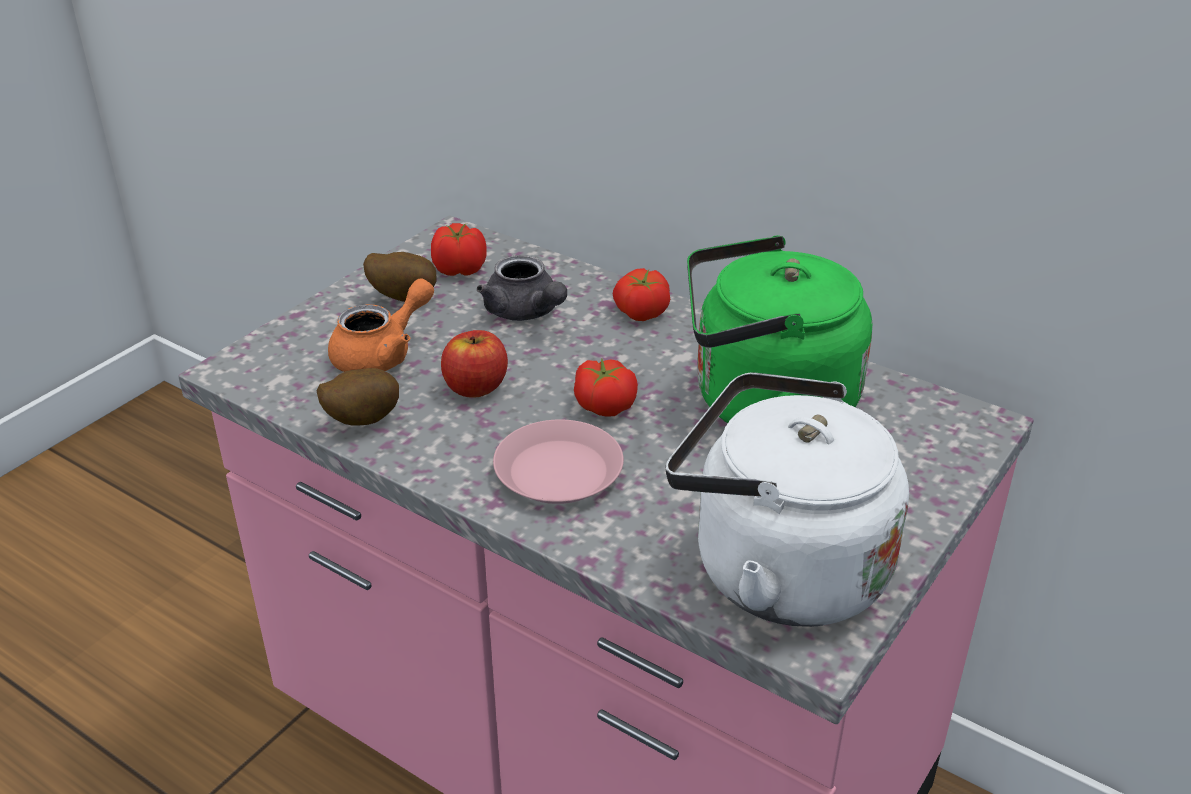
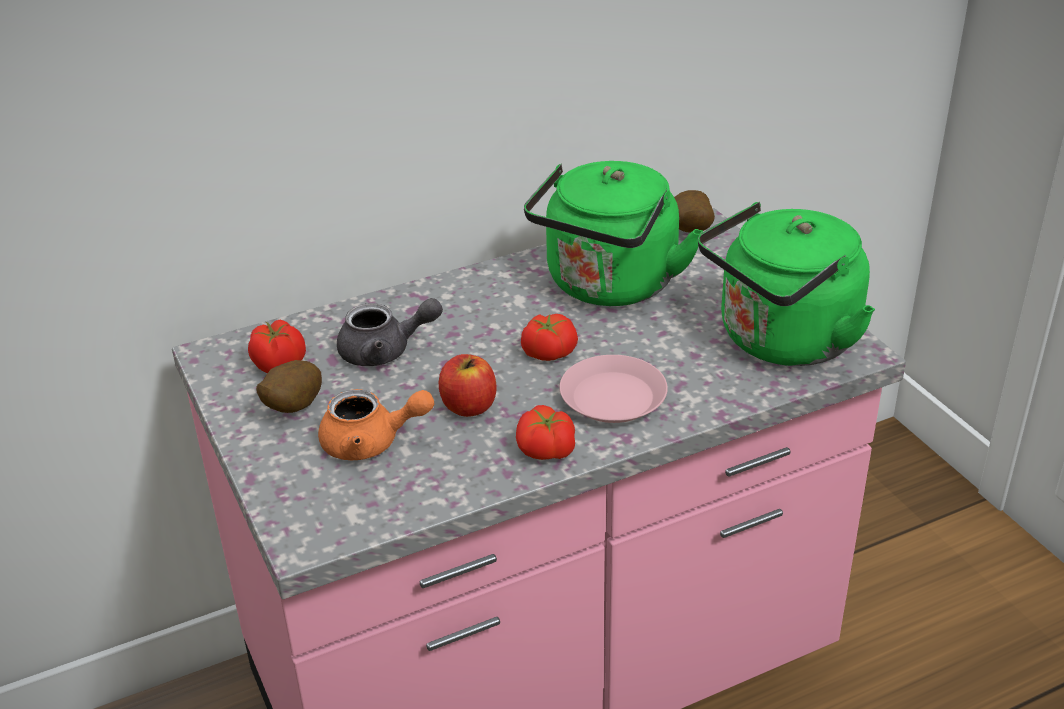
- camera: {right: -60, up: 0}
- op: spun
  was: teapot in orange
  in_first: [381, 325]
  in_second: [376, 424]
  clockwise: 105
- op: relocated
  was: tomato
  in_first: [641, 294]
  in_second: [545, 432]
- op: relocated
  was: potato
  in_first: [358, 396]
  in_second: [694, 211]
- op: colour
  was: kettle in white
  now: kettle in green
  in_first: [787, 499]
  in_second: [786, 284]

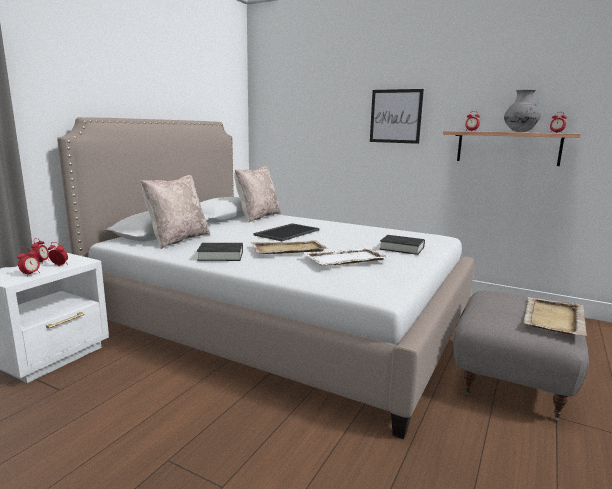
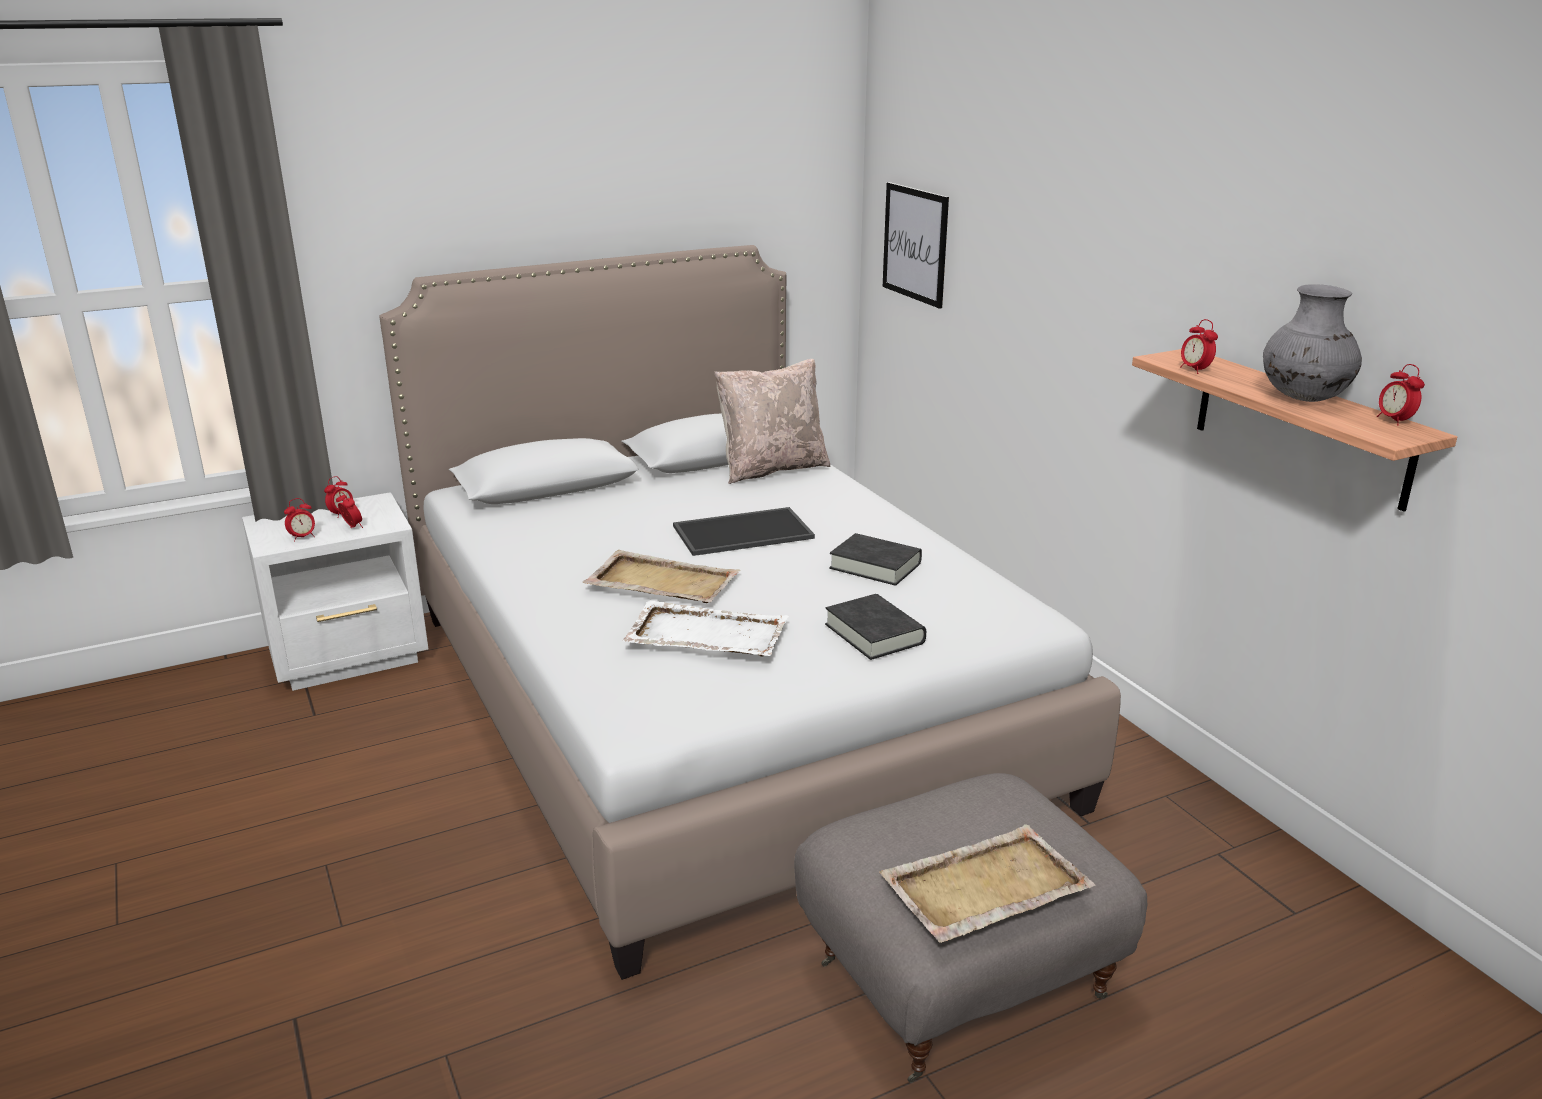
- camera: {right: 35, up: 10}
- op: relocated
  was: book in black
  in_first: [220, 252]
  in_second: [875, 559]
- op: relocated
  was: picture
  in_first: [397, 116]
  in_second: [916, 245]
- op: missing
  was: pillow in beige
  in_first: [175, 212]

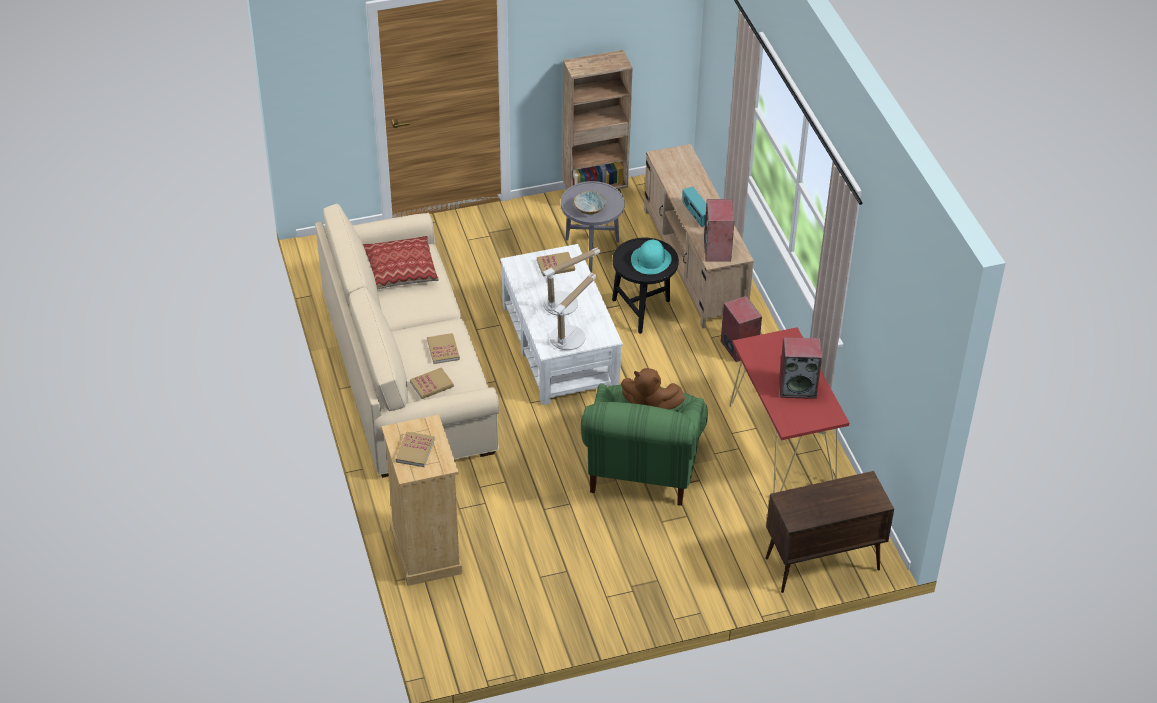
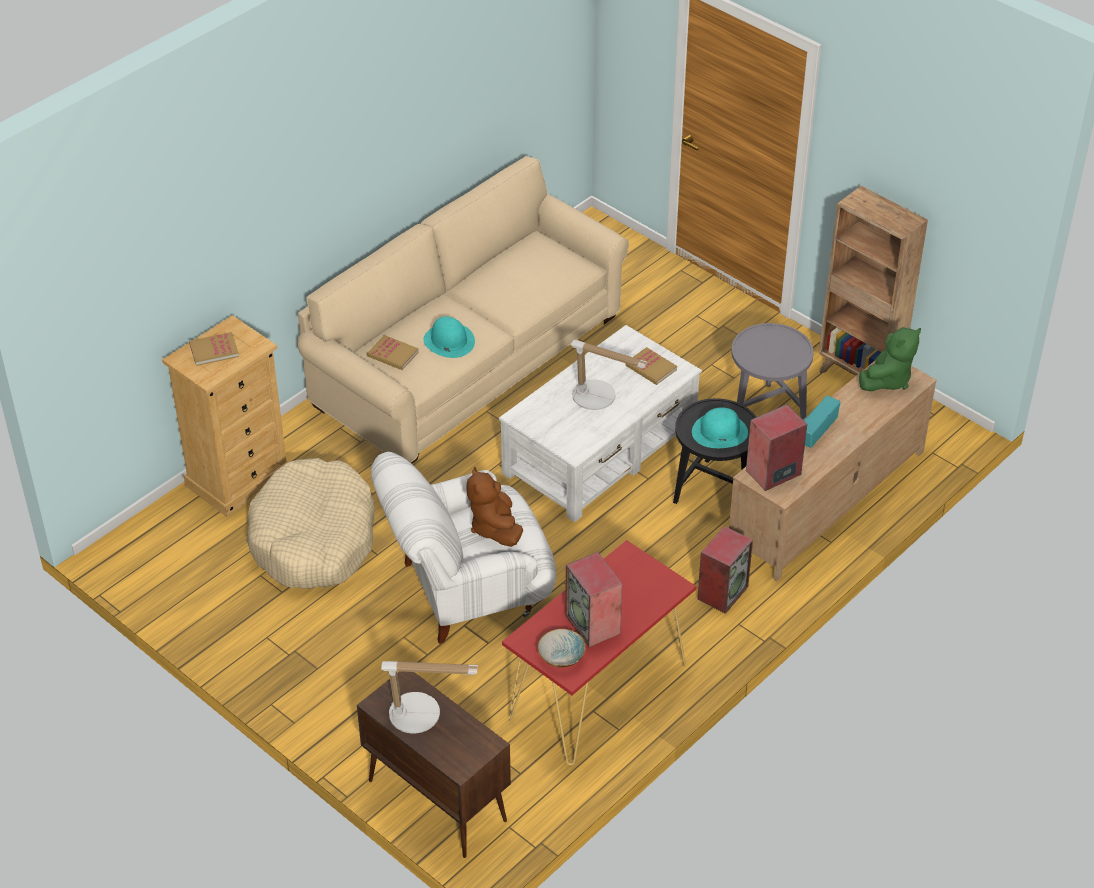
- camera: {right: 60, up: 0}
- op: appeared
  now: dog bed in beige
  in_second: [310, 523]
- op: colour
  was: armchair in green
  now: armchair in white
  in_first: [644, 444]
  in_second: [463, 548]
- op: relocated
  was: table lamp
  in_first: [573, 311]
  in_second: [429, 697]
- op: exchanged
  was: book
  now: hat in turquoise
  in_first: [443, 348]
  in_second: [449, 337]
- op: relocated
  was: bowl
  in_first: [590, 203]
  in_second: [561, 648]
- op: appeared
  now: plush toy in green
  in_second: [890, 359]
- op: missing
  was: pillow
  in_first: [401, 262]

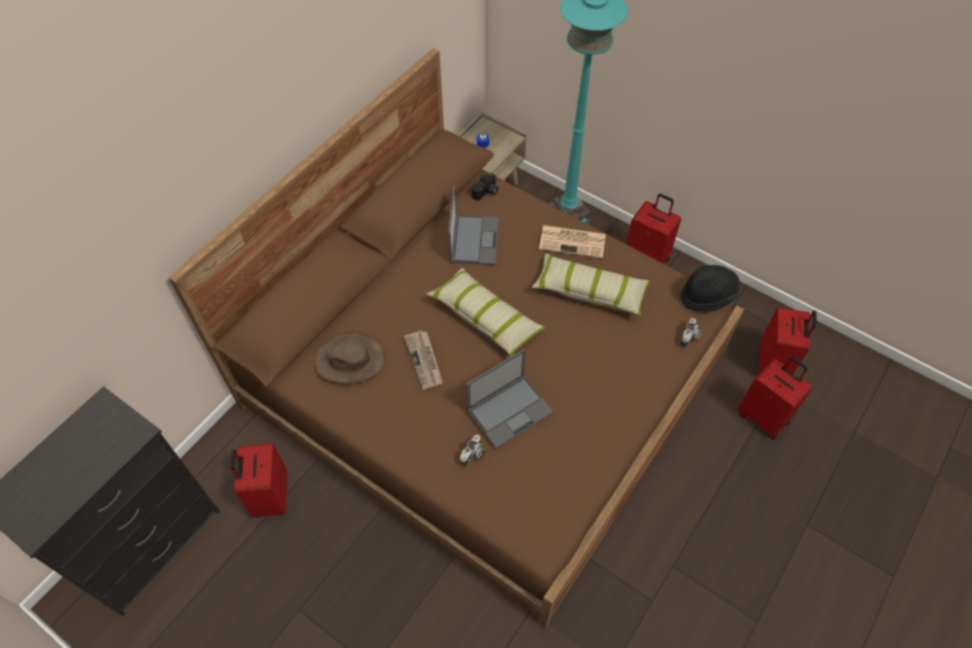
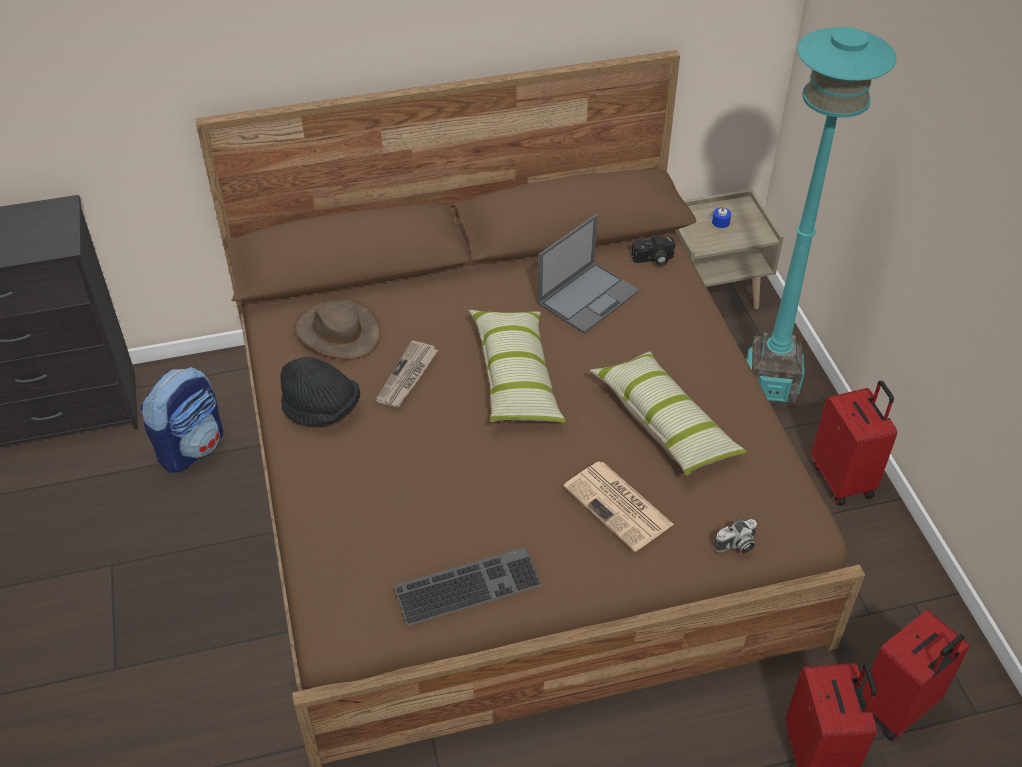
- camera: {right: 40, up: -10}
- op: exchanged
  was: suitcase in red
  now: backpack
  in_first: [259, 480]
  in_second: [182, 420]
- op: relocated
  was: hat in black
  in_first: [710, 288]
  in_second: [320, 391]
- op: appeared
  now: keyboard
  in_second: [468, 586]
- op: relocated
  was: newspaper
  in_first: [572, 241]
  in_second: [618, 507]
- op: missing
  was: photo camera
  in_first: [472, 451]
- op: missing
  was: laptop
  in_first: [509, 399]

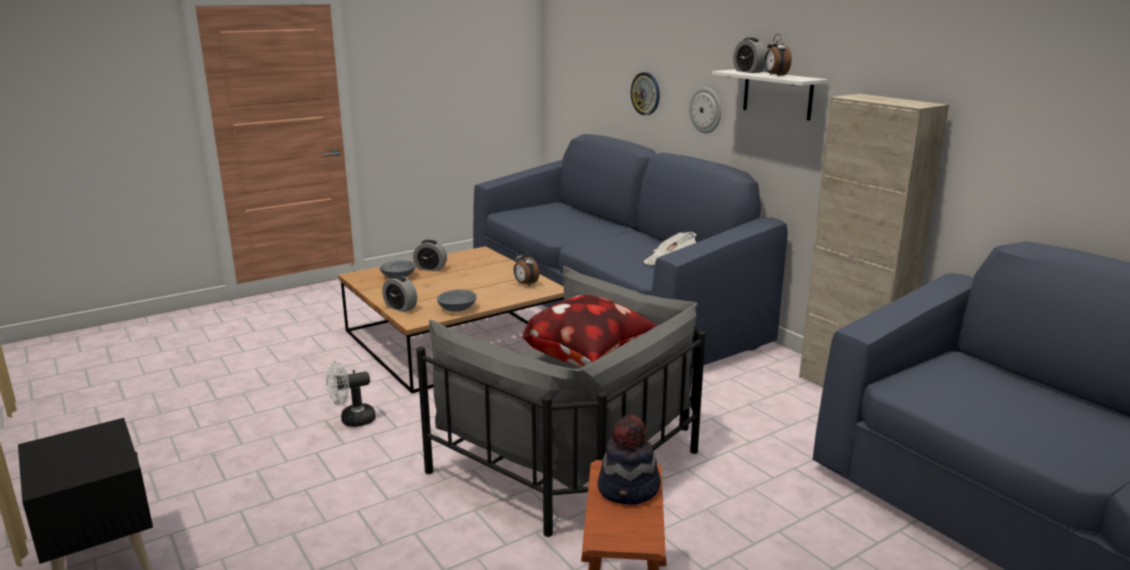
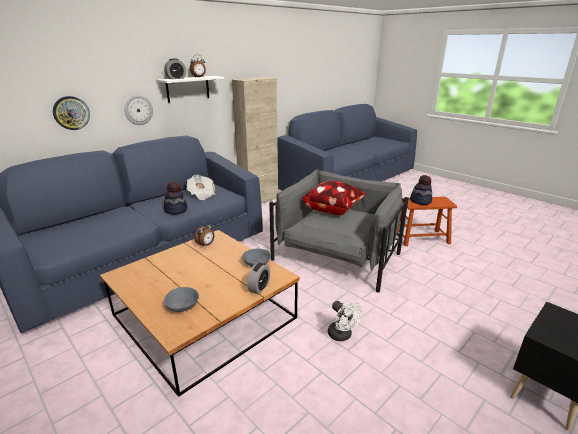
- camera: {right: -100, up: 5}
- op: appeared
  now: hat
  in_second: [175, 198]
- op: missing
  was: alarm clock
  in_first: [430, 255]

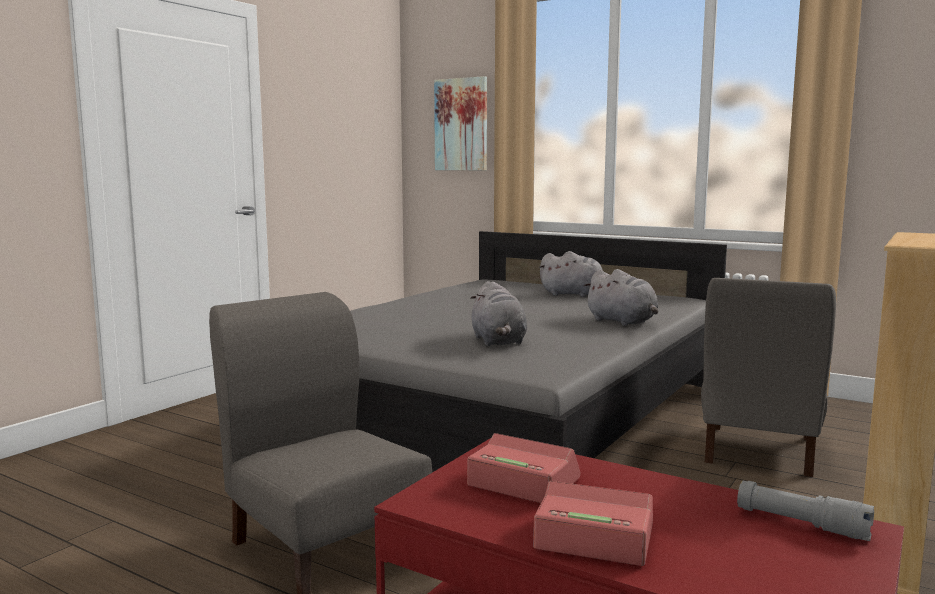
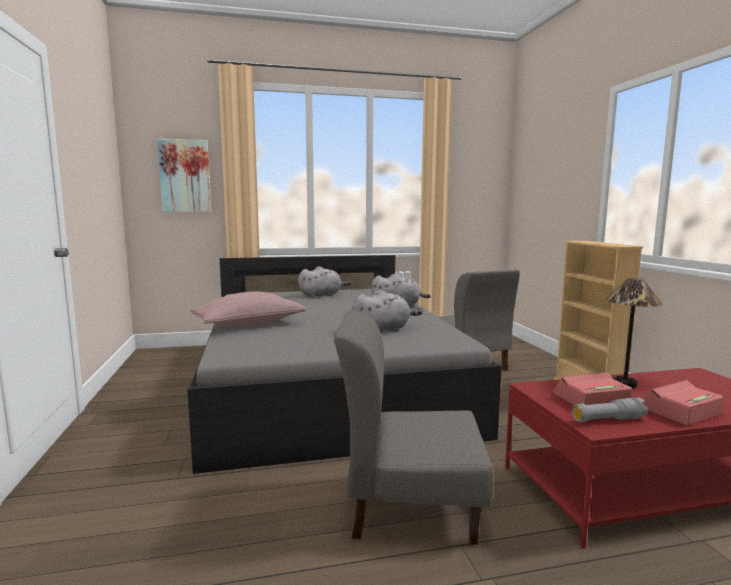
- camera: {right: -45, up: 0}
- op: appeared
  now: pillow in pink
  in_second: [248, 309]
- op: spun
  was: plush toy in grey
  in_first: [498, 313]
  in_second: [387, 310]
  clockwise: -60
- op: relocated
  was: flashlight in grey
  in_first: [805, 511]
  in_second: [610, 409]
- op: appeared
  now: table lamp
  in_second: [634, 333]

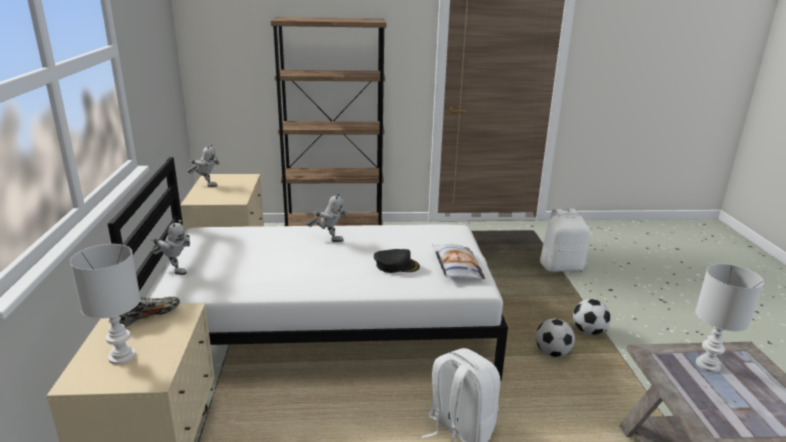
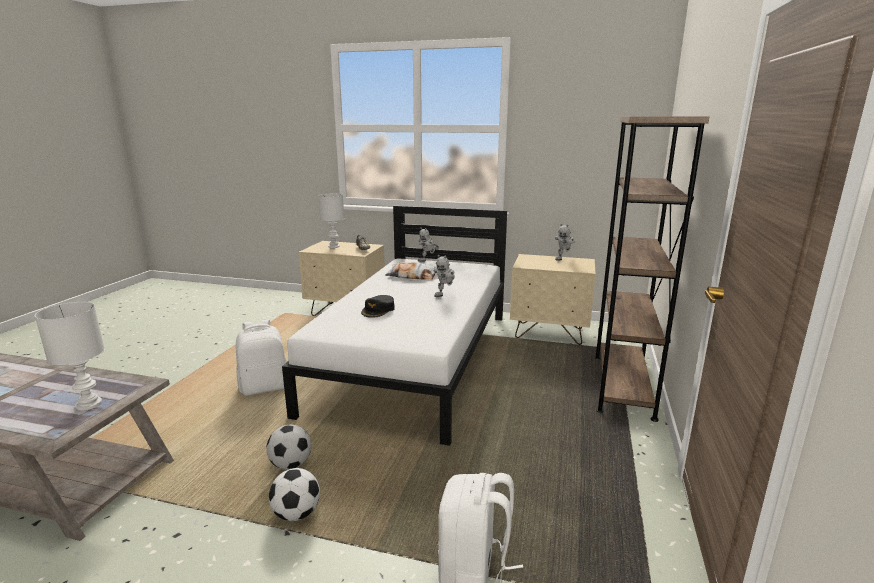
- camera: {right: 110, up: -5}
- op: relocated
  was: pillow
  in_first: [458, 261]
  in_second: [410, 271]

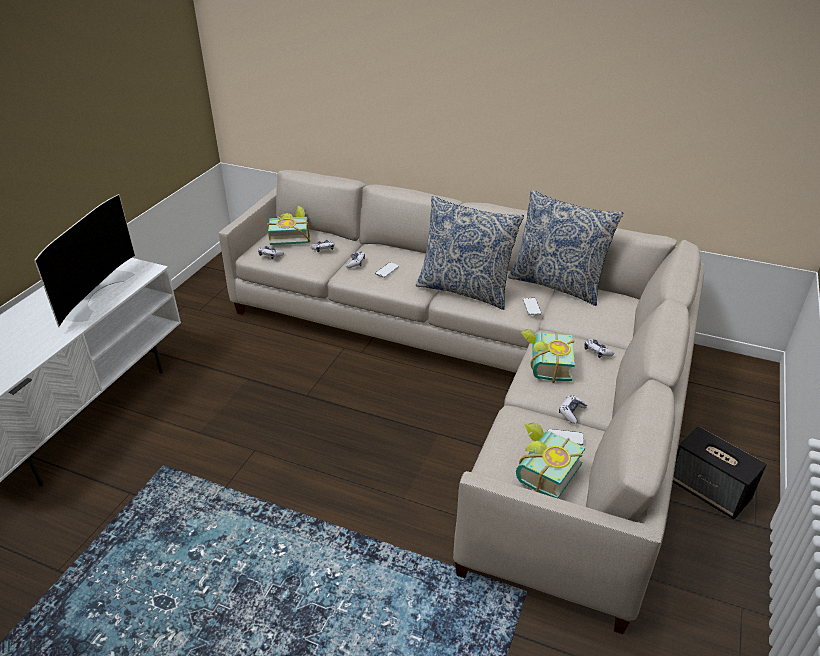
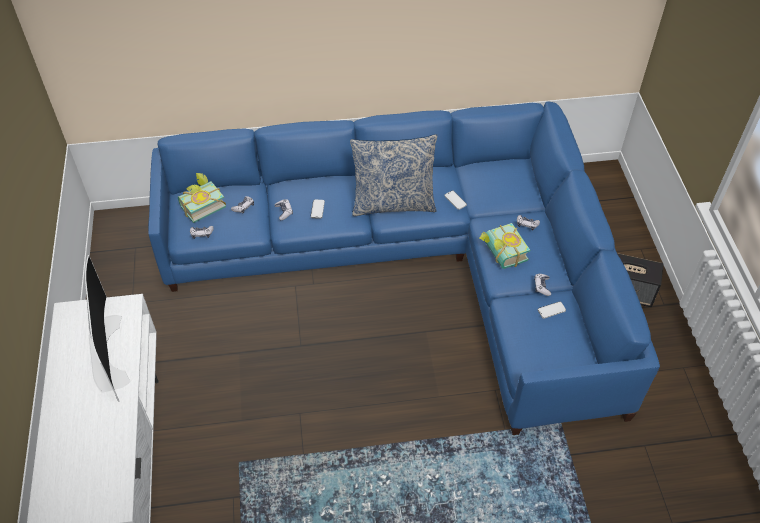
- camera: {right: -30, up: 15}
- op: colour
  was: sofa in beige
  now: sofa in blue
  in_first: [461, 402]
  in_second: [404, 268]
- op: missing
  was: pillow
  in_first: [565, 248]
- op: missing
  was: book
  in_first: [550, 460]

